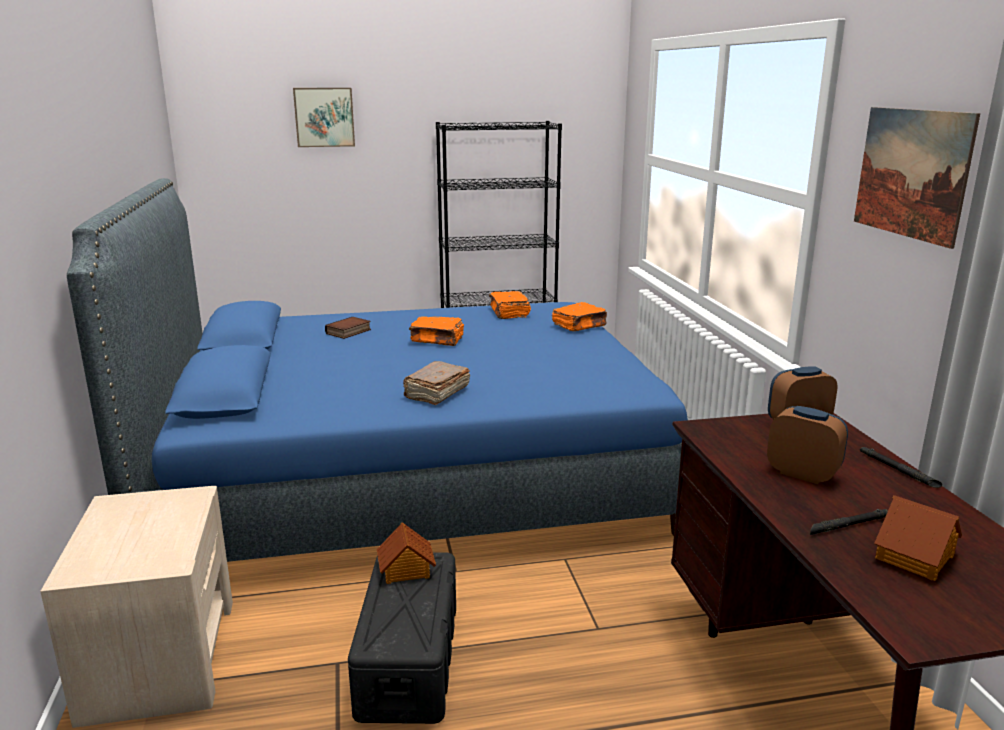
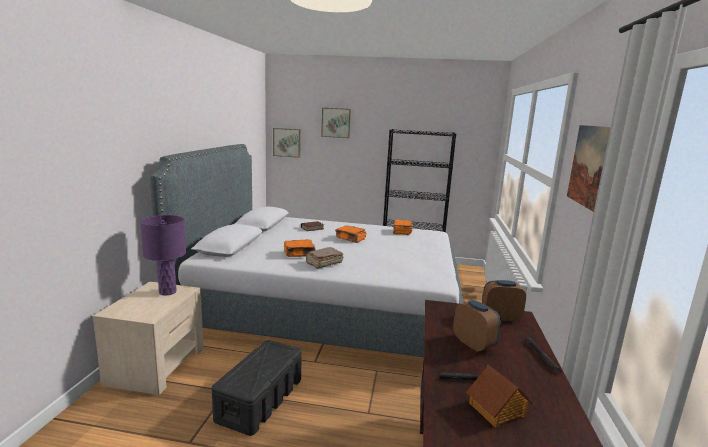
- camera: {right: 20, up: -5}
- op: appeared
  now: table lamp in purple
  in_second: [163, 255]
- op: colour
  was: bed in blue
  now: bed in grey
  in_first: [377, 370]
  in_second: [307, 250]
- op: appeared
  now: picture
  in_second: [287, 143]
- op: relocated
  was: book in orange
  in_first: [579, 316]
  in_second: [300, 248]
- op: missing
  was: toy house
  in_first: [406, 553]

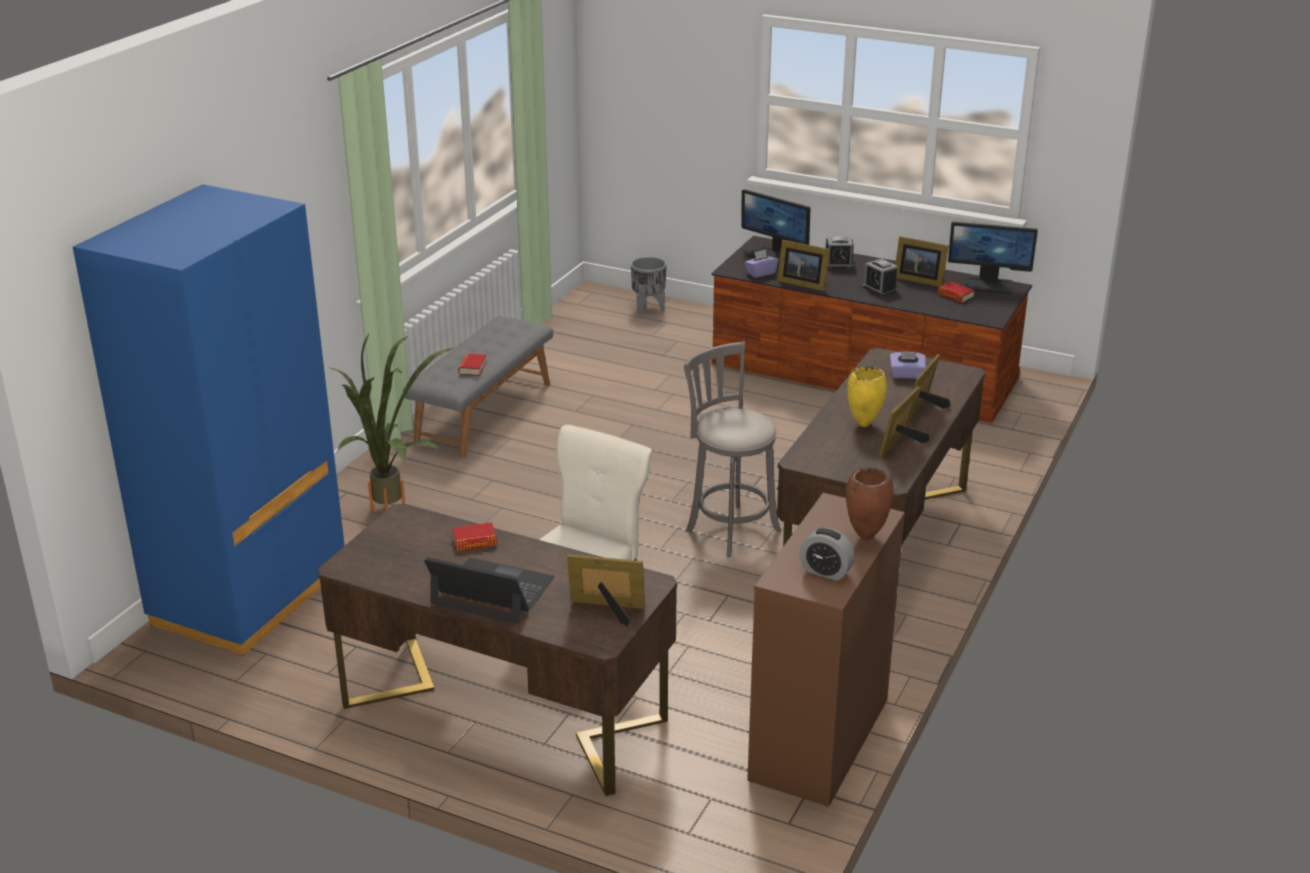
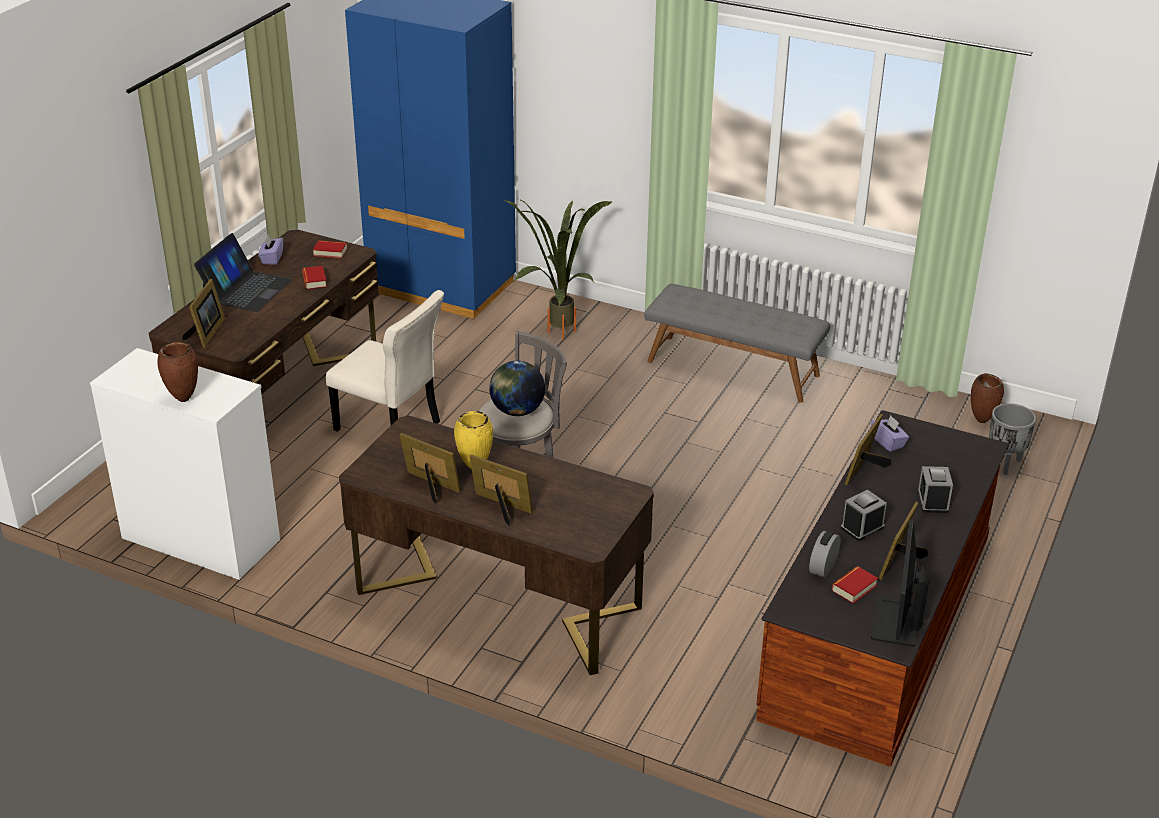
- camera: {right: 90, up: 5}
- op: colour
  was: dresser in brown
  now: dresser in white
  in_first: [826, 650]
  in_second: [185, 464]
- op: relocated
  was: tissue box in purple
  in_first: [908, 365]
  in_second: [270, 249]
- op: relocated
  was: book
  in_first: [472, 365]
  in_second: [330, 249]
- op: appeared
  now: globe
  in_second: [517, 388]
- op: relocated
  was: alarm clock
  in_first: [827, 554]
  in_second: [825, 554]
- op: appeared
  now: vase in brown
  in_second: [987, 398]
- op: missing
  was: monitor
  in_first: [776, 227]

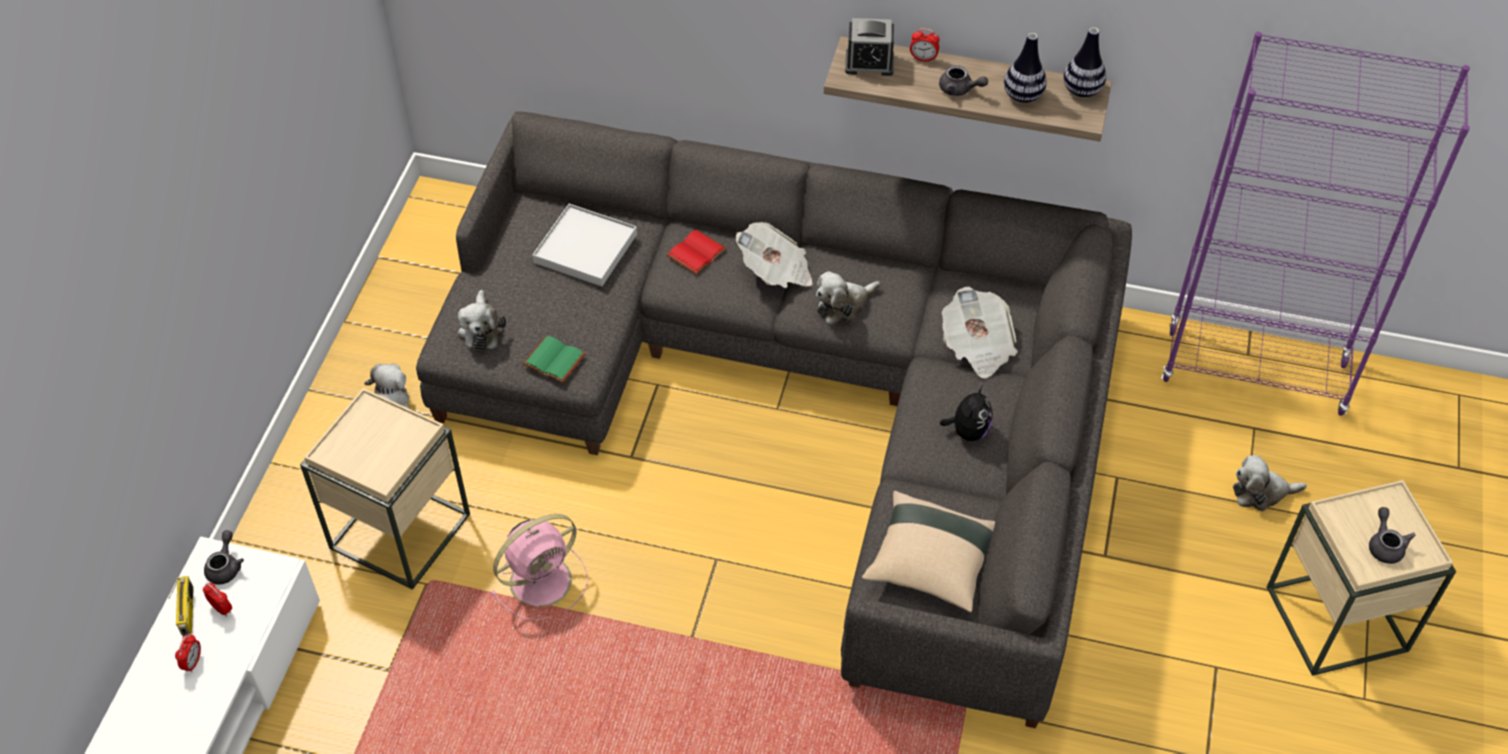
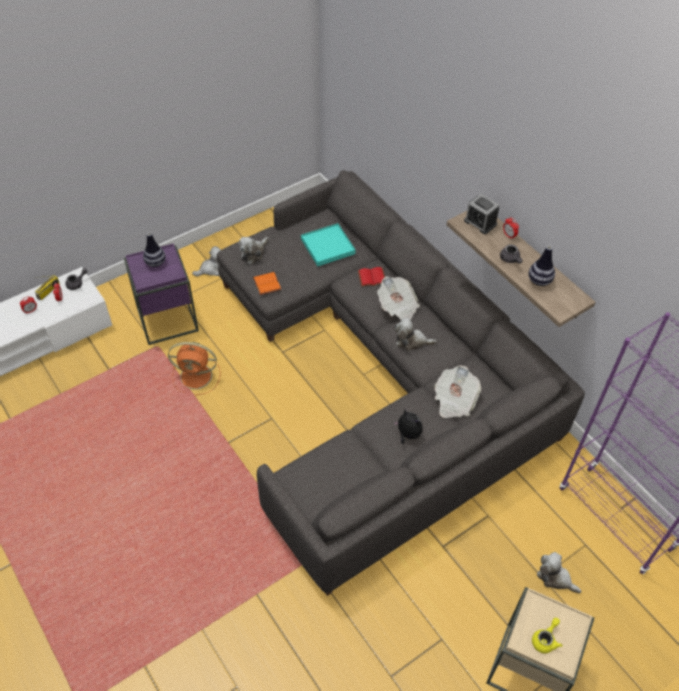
- camera: {right: 40, up: 0}
- op: colour
  was: side table in beige
  now: side table in purple
  in_first: [385, 489]
  in_second: [161, 294]
- op: relocated
  was: vase
  in_first: [1084, 62]
  in_second: [154, 249]
- op: colour
  was: fan in pink
  now: fan in orange
  in_first: [539, 567]
  in_second: [194, 368]
- op: colour
  was: book in green
  now: book in orange
  in_first: [554, 359]
  in_second: [267, 283]
- op: colour
  was: tray in white
  now: tray in turquoise
  in_first: [585, 245]
  in_second: [328, 244]
- op: spun
  was: plush toy
  in_first: [966, 413]
  in_second: [408, 426]
  clockwise: -105
- op: colour
  was: teapot in grey
  now: teapot in yellow
  in_first: [1392, 535]
  in_second: [547, 635]
- op: missing
  was: pillow in beige
  in_first: [928, 552]

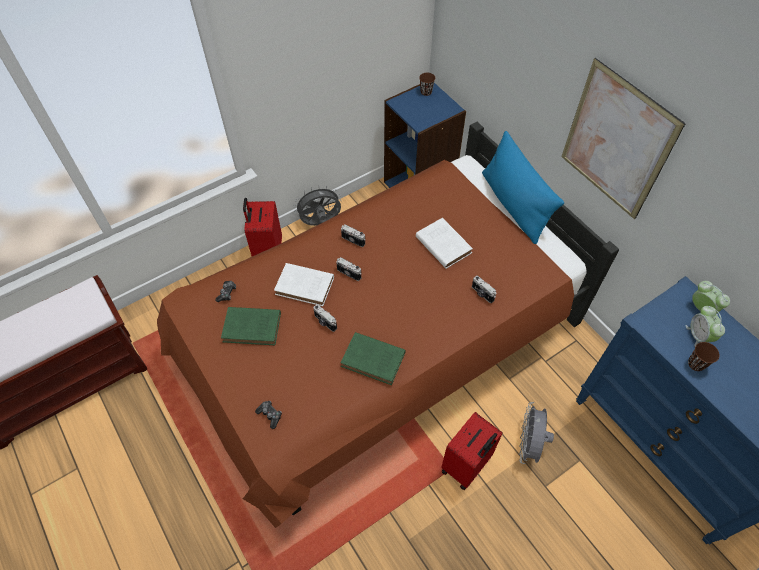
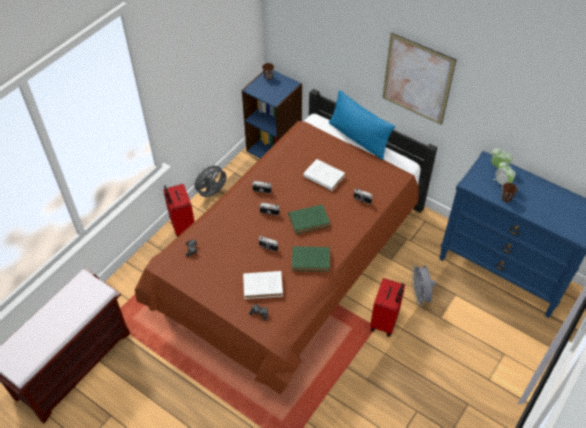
- camera: {right: -20, up: -5}
- op: relocated
  was: book in white
  in_first: [304, 284]
  in_second: [263, 285]
- op: relocated
  was: book in green
  in_first: [251, 326]
  in_second: [309, 219]

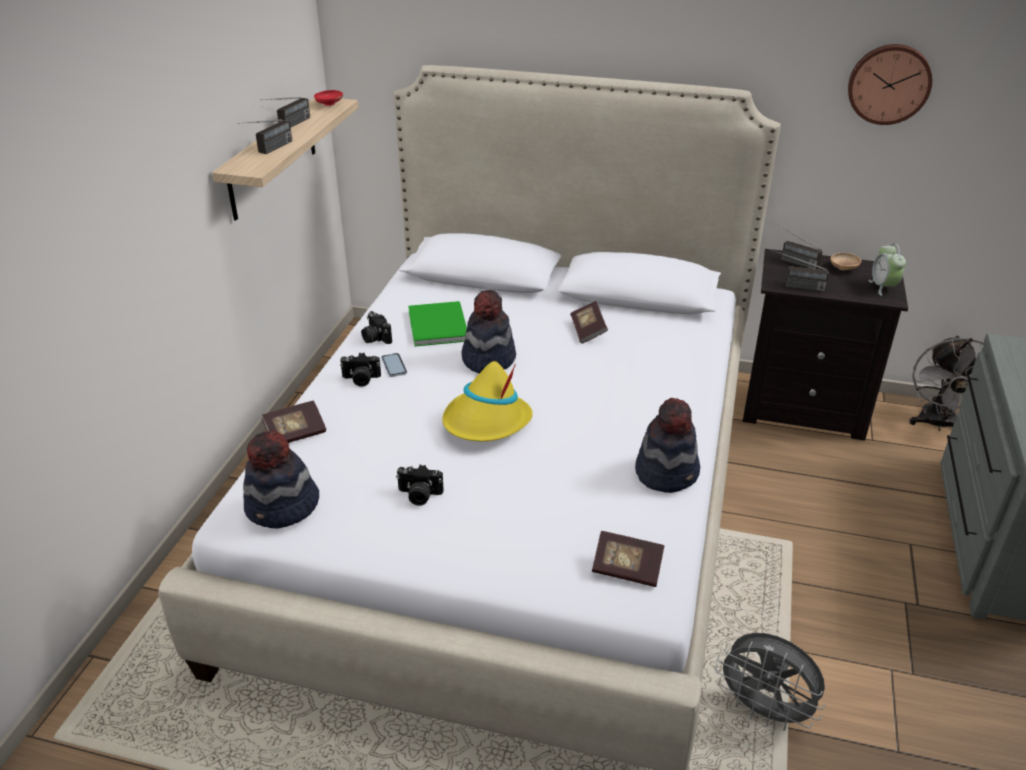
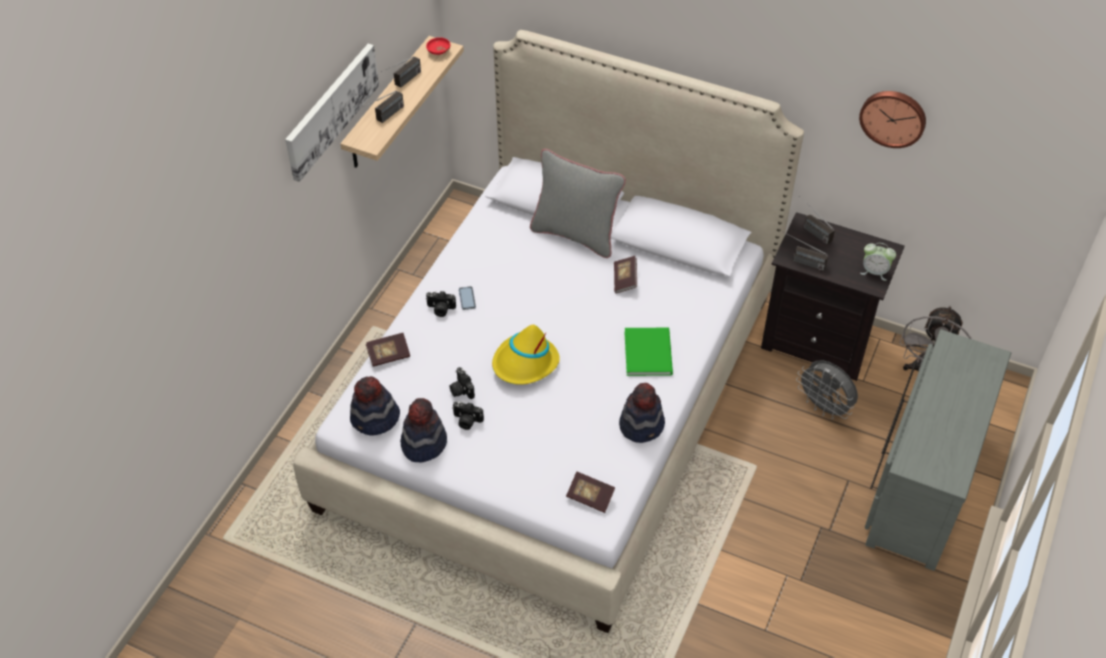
- camera: {right: 10, up: 15}
- op: appeared
  now: picture
  in_second: [332, 113]
- op: relocated
  was: hat
  in_first: [489, 331]
  in_second: [423, 430]
- op: relocated
  was: photo camera
  in_first: [376, 327]
  in_second: [462, 383]
- op: appeared
  now: pillow in grey
  in_second: [578, 203]
- op: relocated
  was: book in green
  in_first: [437, 323]
  in_second: [648, 352]
- op: relocated
  was: fan in grey
  in_first: [770, 682]
  in_second: [827, 389]
- op: spun
  was: alarm clock
  in_first: [887, 269]
  in_second: [878, 262]
  clockwise: -75
- op: missing
  was: bowl in brown
  in_first: [846, 261]

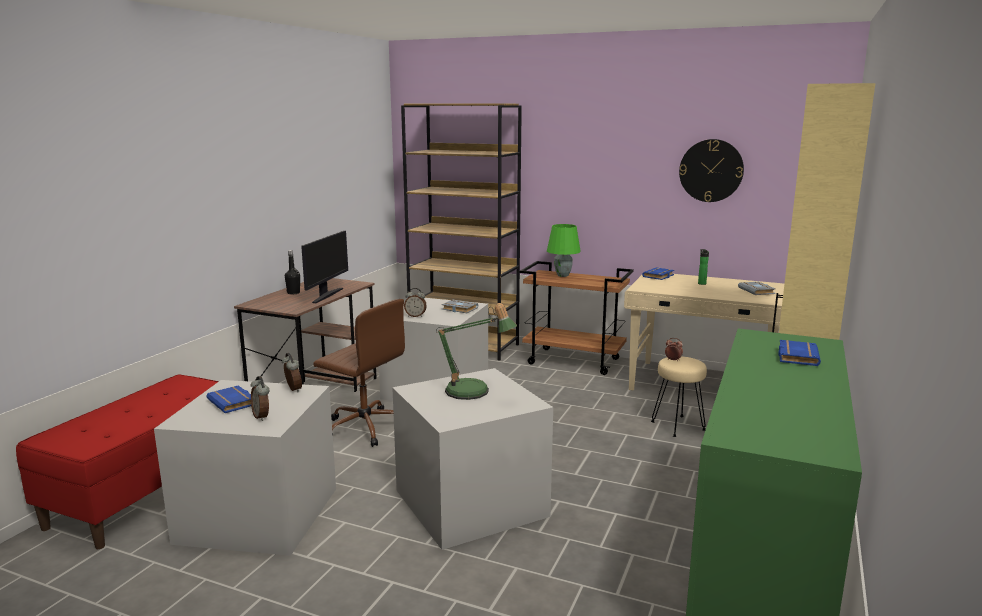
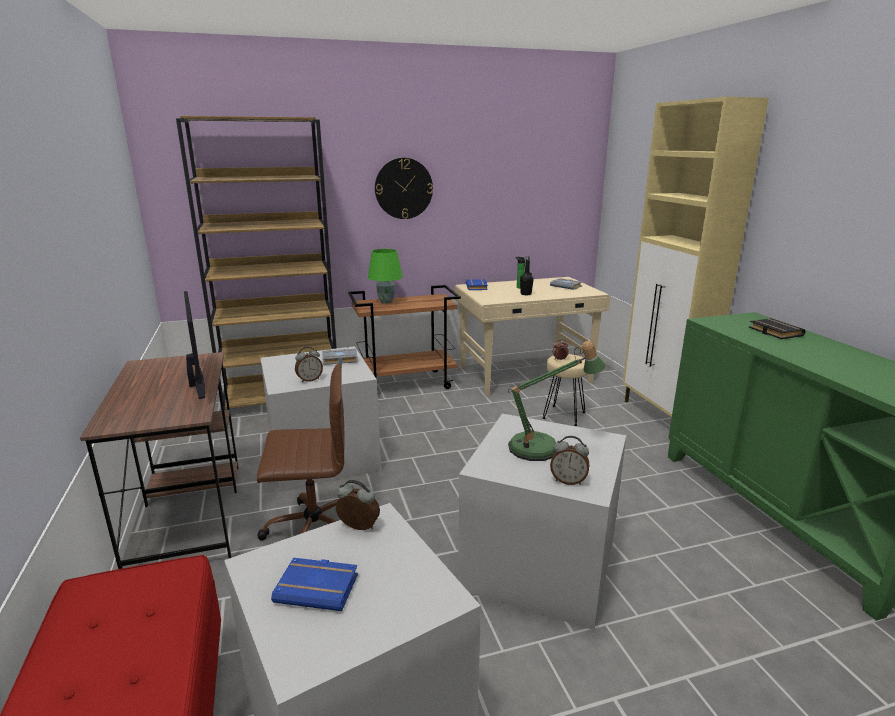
- camera: {right: -40, up: 5}
- op: relocated
  was: wall clock
  in_first: [711, 170]
  in_second: [404, 188]
- op: relocated
  was: bottle in black
  in_first: [292, 272]
  in_second: [527, 275]
- op: relocated
  was: alarm clock
  in_first: [259, 398]
  in_second: [569, 460]
- op: colour
  was: book in blue
  now: book in black
  in_first: [799, 353]
  in_second: [777, 328]

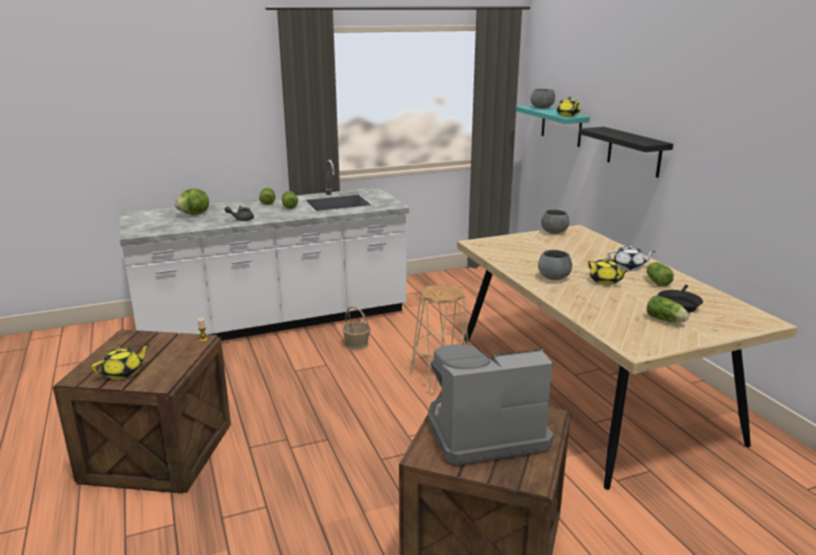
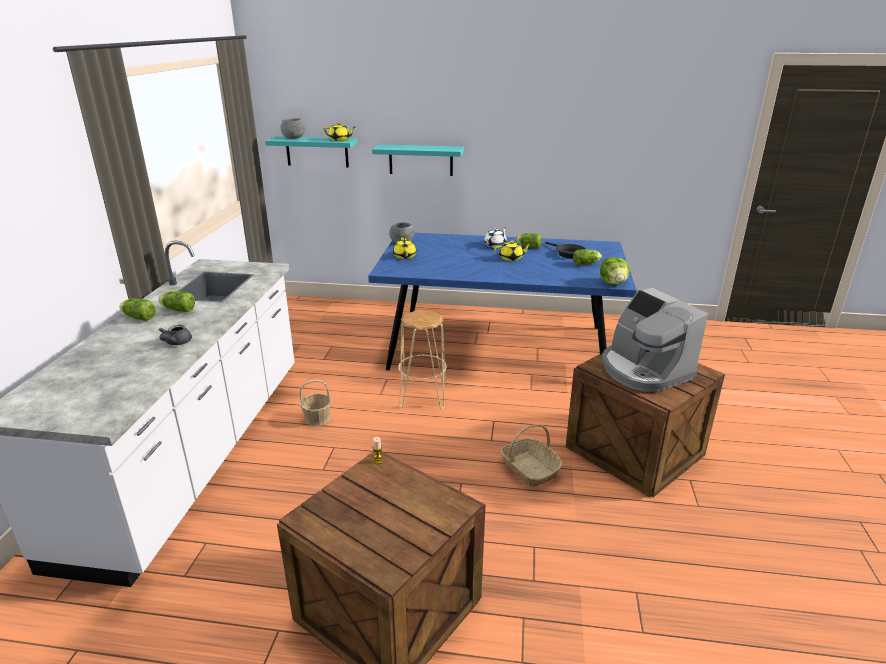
- camera: {right: -60, up: 5}
- op: colour
  was: dining table in beige
  now: dining table in blue
  in_first: [627, 357]
  in_second: [502, 301]
- op: colour
  was: shelf in black
  now: shelf in turquoise
  in_first: [625, 152]
  in_second: [418, 160]
- op: relocated
  was: teapot in yellow
  in_first: [121, 362]
  in_second: [404, 248]
- op: appeared
  now: basket
  in_second: [531, 455]
- op: relocated
  was: lettuce
  in_first: [191, 202]
  in_second: [615, 271]
- op: spun
  was: coffee machine
  in_first: [491, 404]
  in_second: [655, 340]
  clockwise: -45
- op: missing
  was: bowl in grey
  in_first: [555, 265]

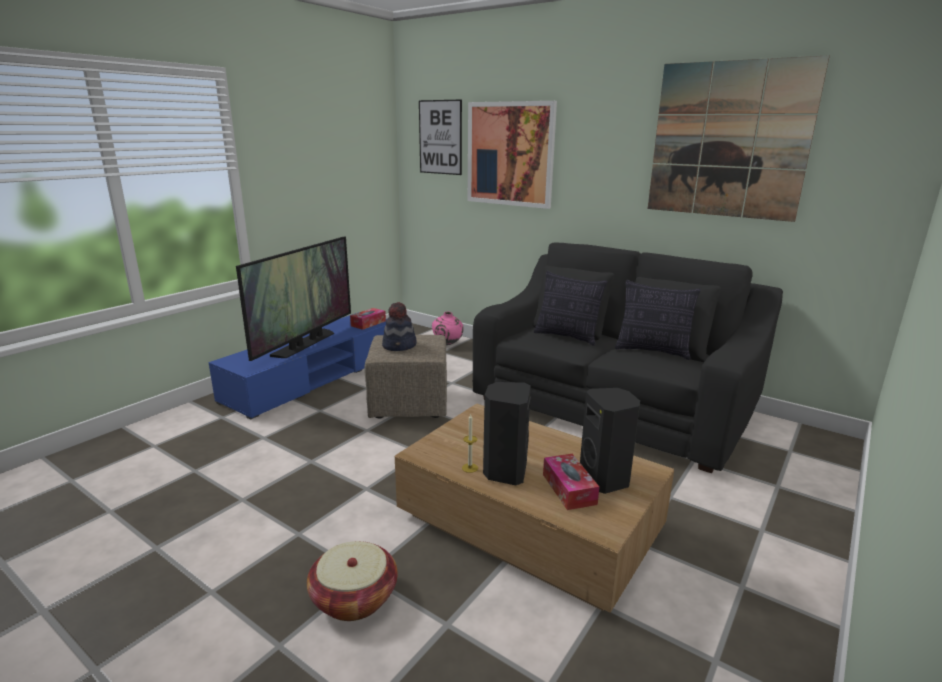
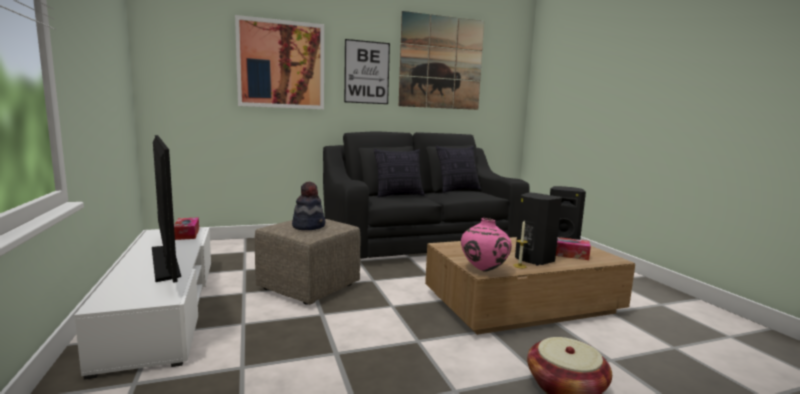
- camera: {right: -55, up: -10}
- op: colour
  was: tv stand in blue
  now: tv stand in white
  in_first: [297, 366]
  in_second: [142, 303]
- op: relocated
  was: picture
  in_first: [440, 137]
  in_second: [367, 71]
- op: relocated
  was: vase in pink
  in_first: [447, 328]
  in_second: [486, 245]

